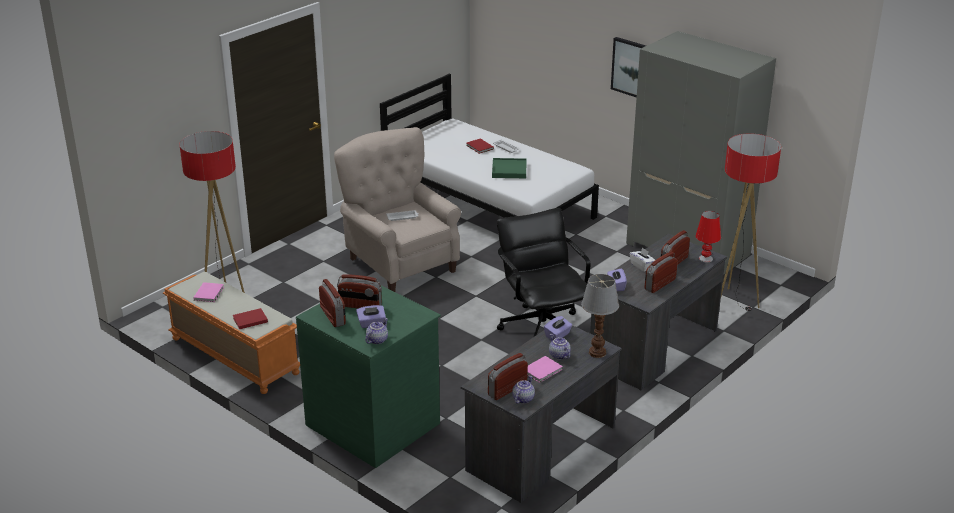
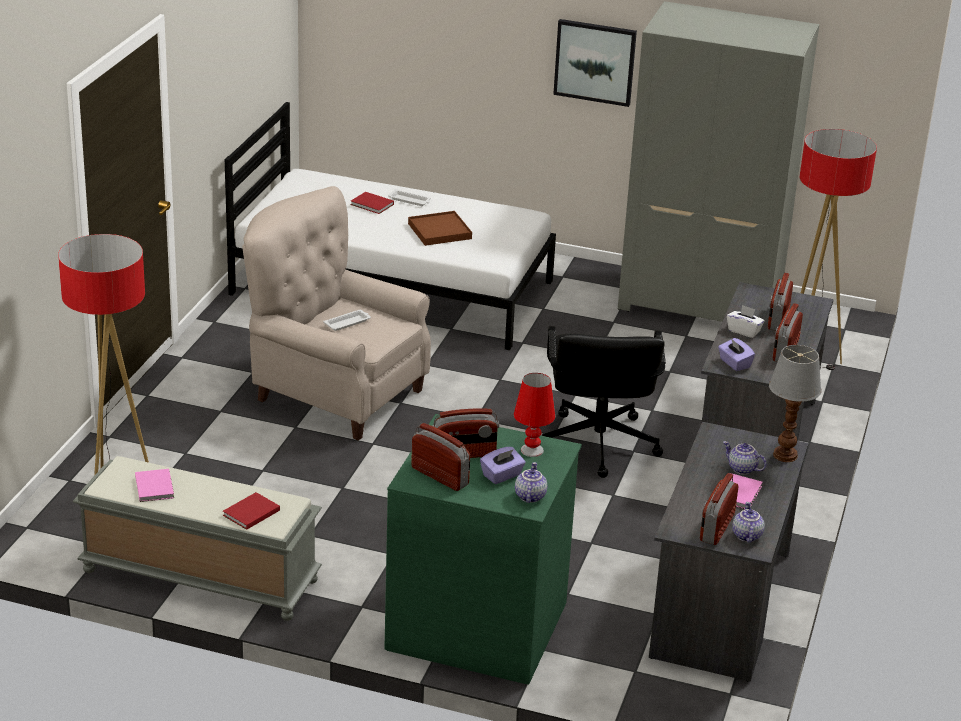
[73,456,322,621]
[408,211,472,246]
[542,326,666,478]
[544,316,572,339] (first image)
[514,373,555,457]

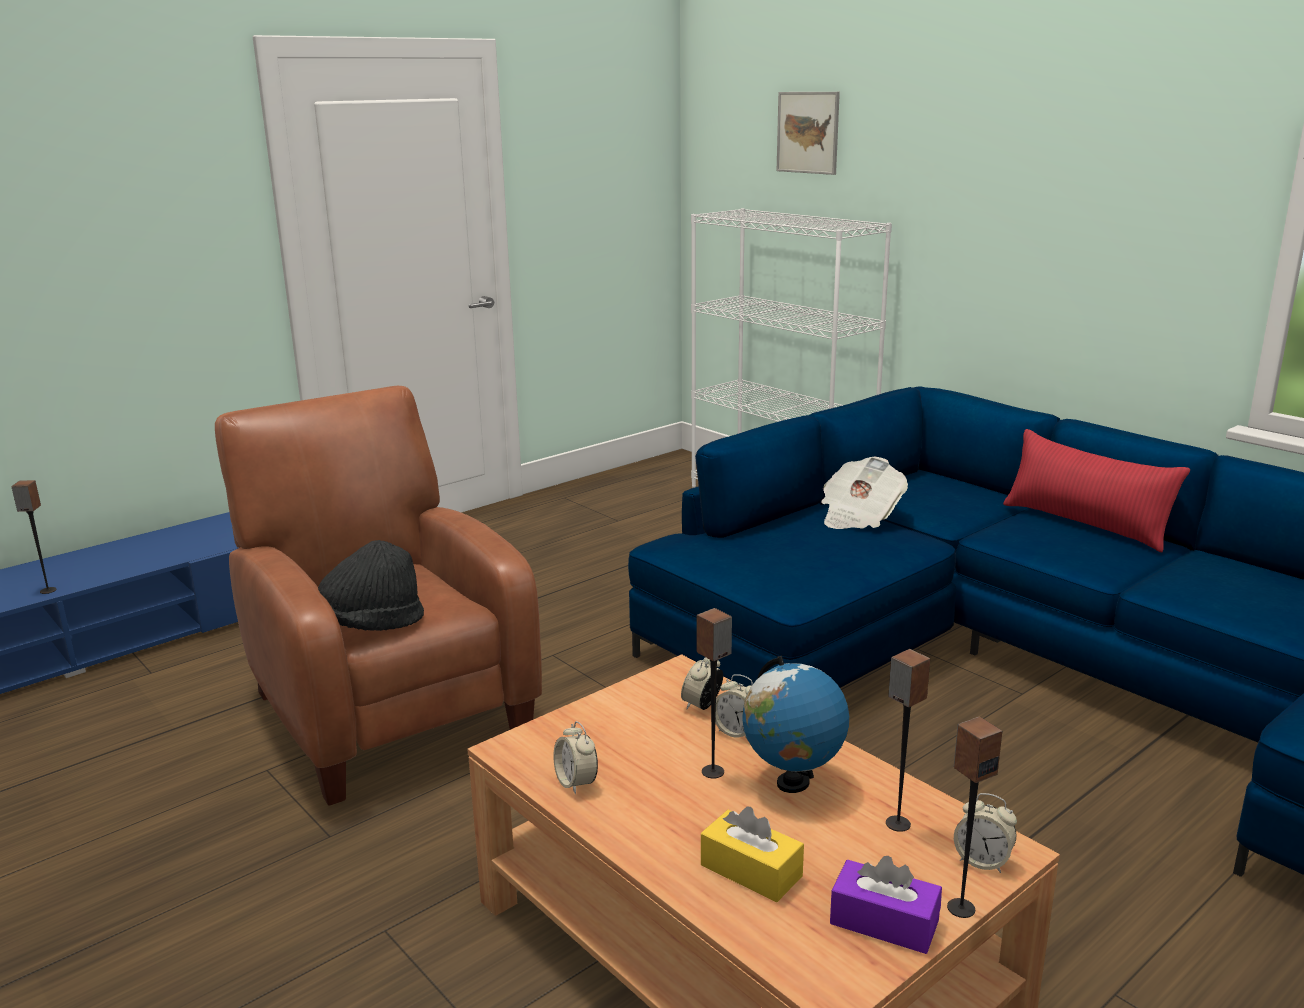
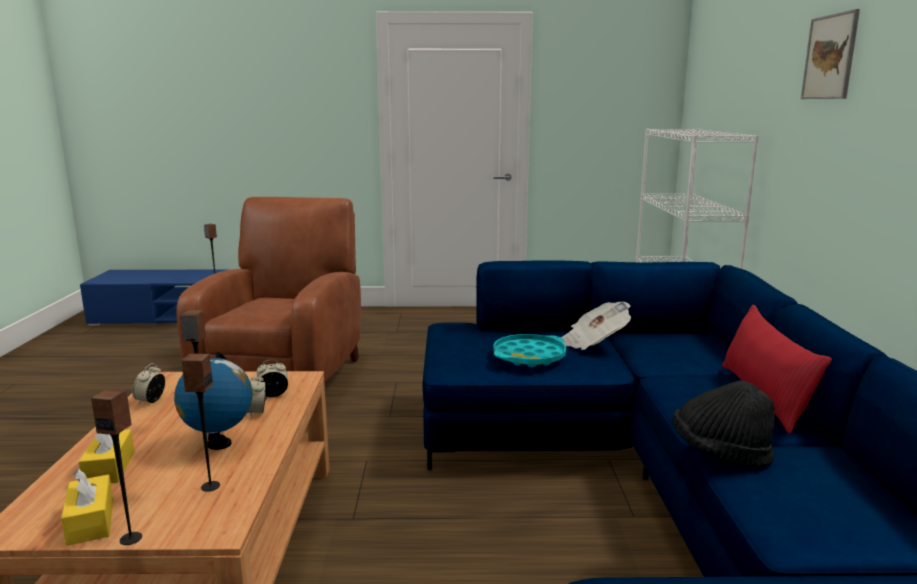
[672,381,775,467]
[801,9,860,99]
[61,469,113,546]
[954,793,1017,873] (first image)
[493,334,566,367]

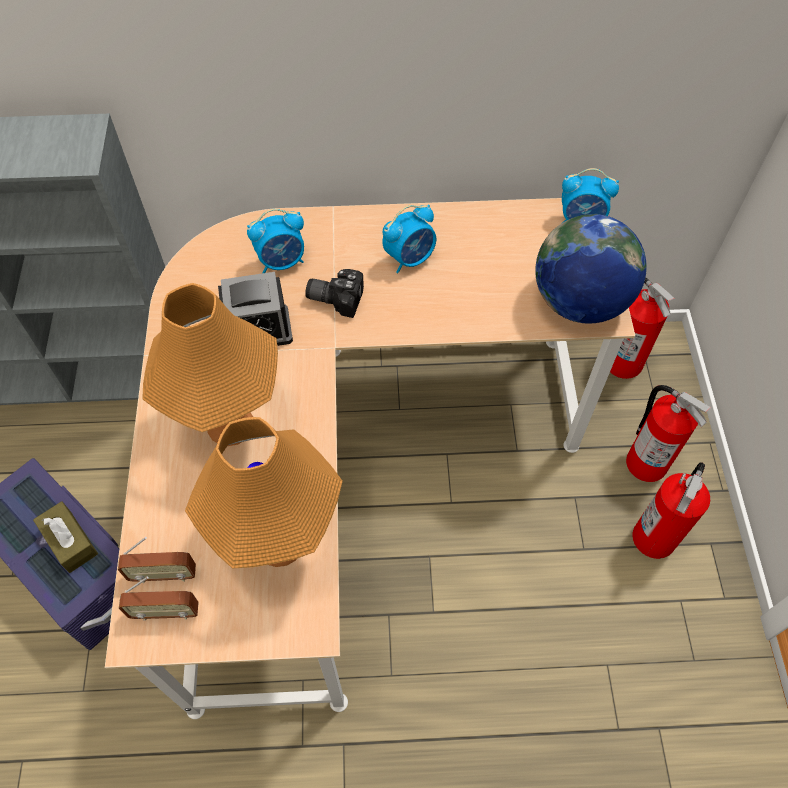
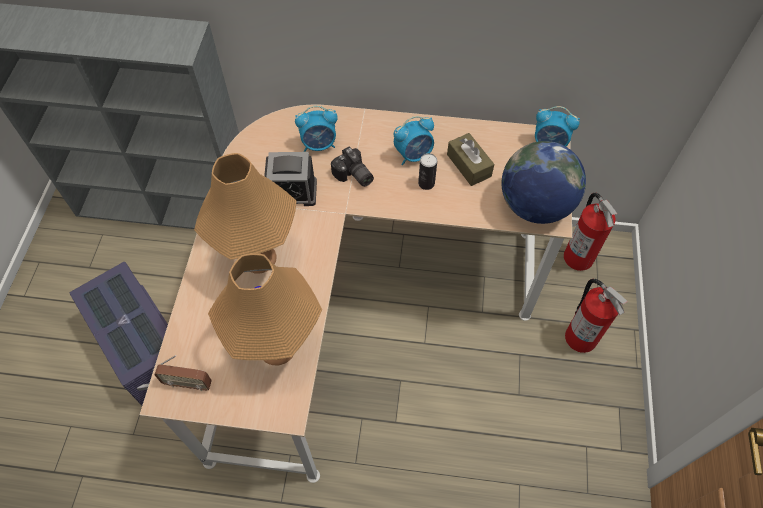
[447,133,494,186]
[118,537,196,583] (first image)
[331,146,374,187]
[633,462,710,559] (first image)
[418,153,437,190]

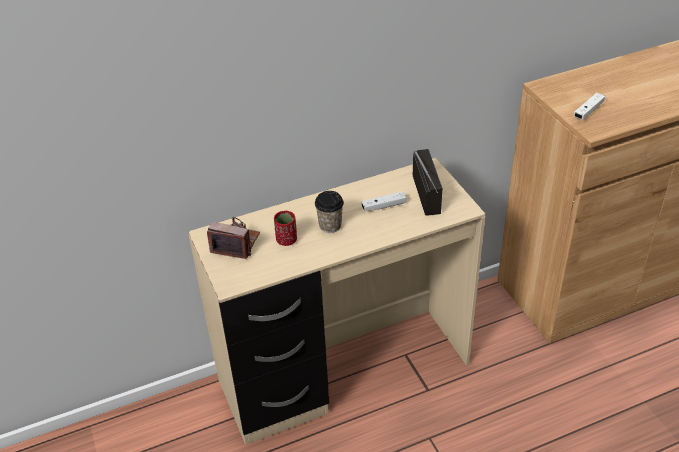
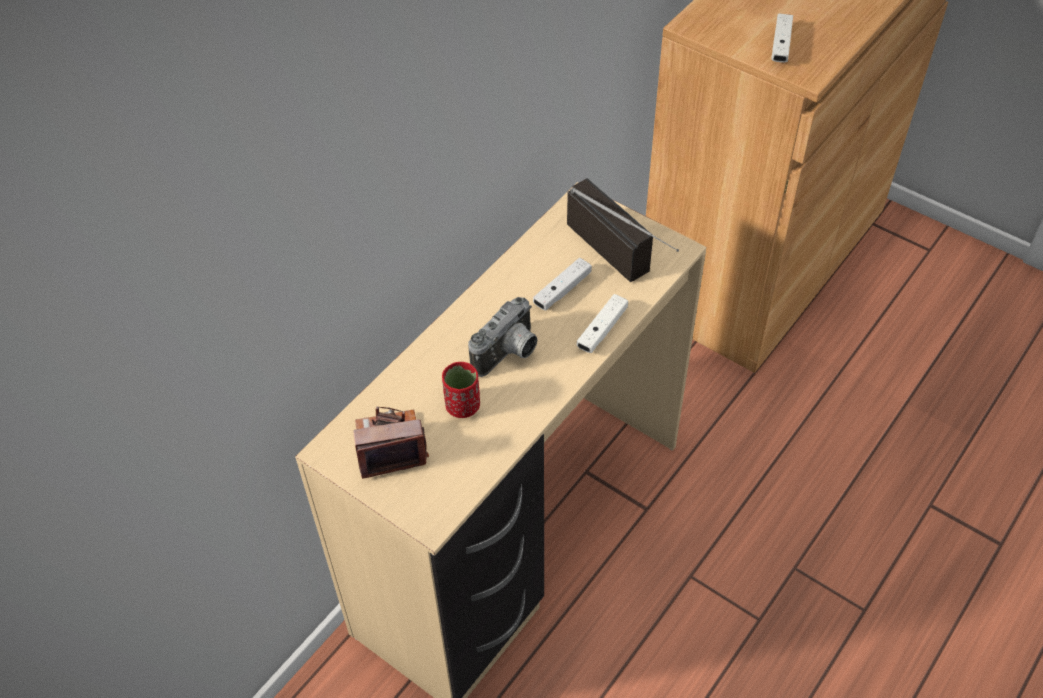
[468,297,538,377]
[576,294,628,353]

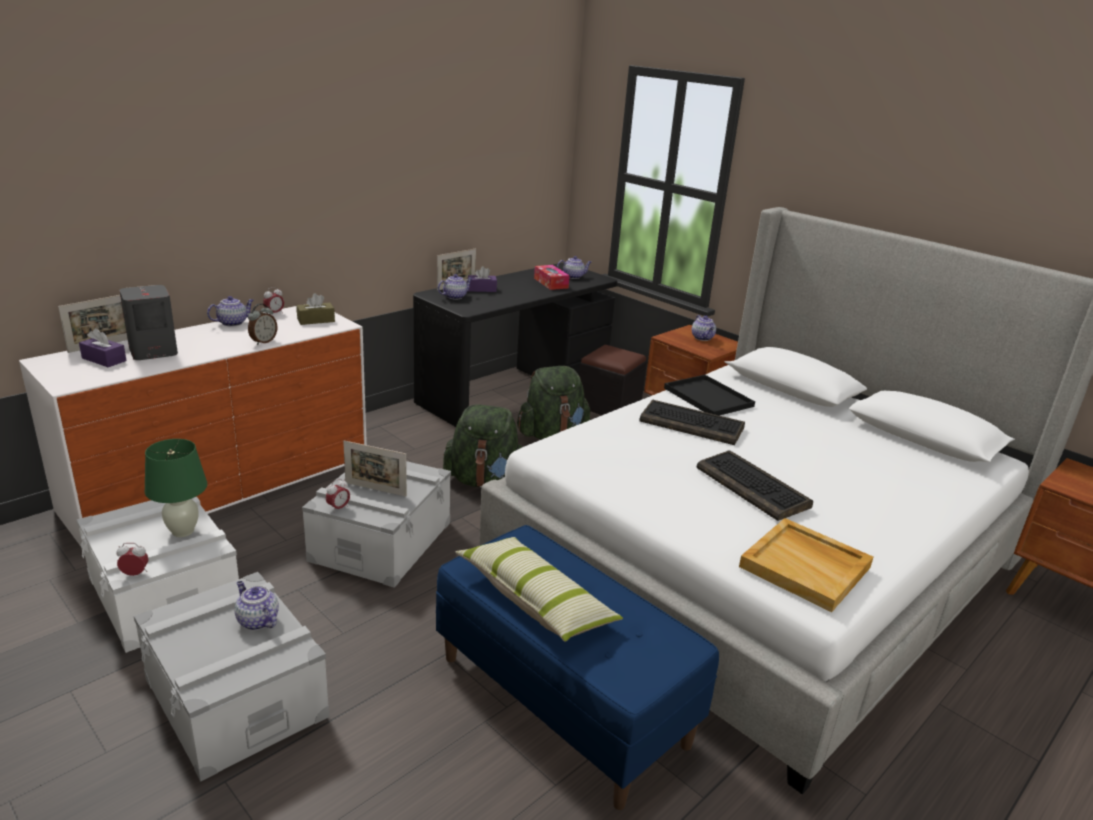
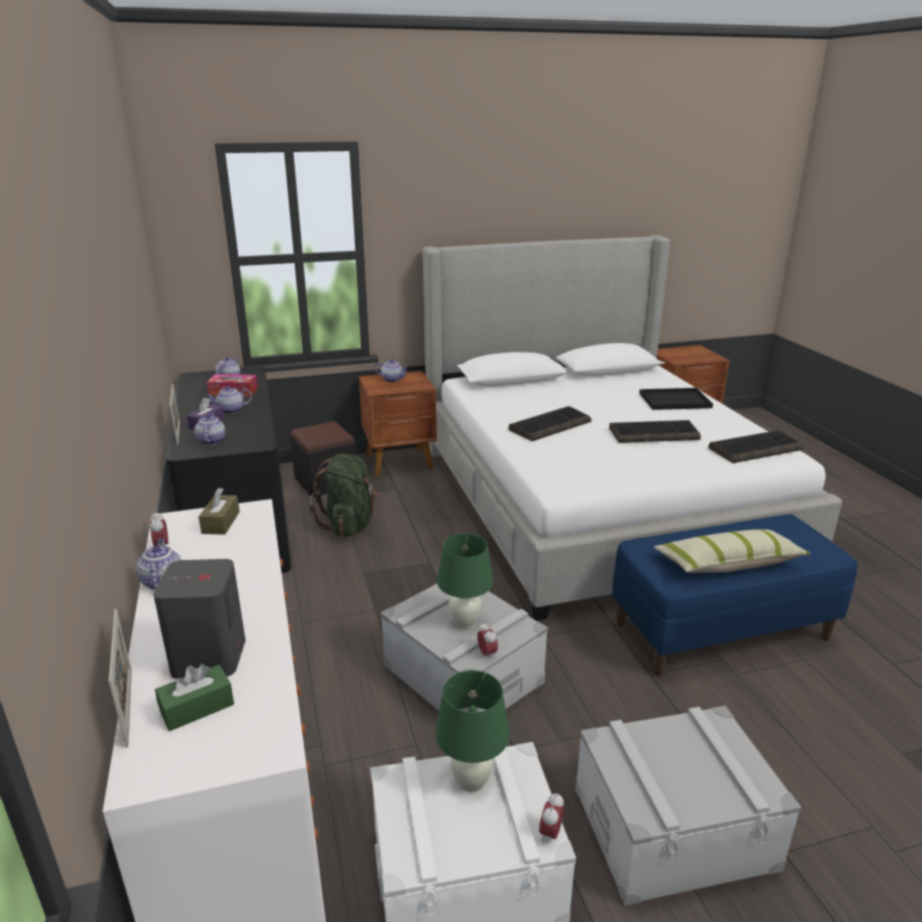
[155,664,234,731]
[206,386,252,414]
[248,304,277,345] (first image)
[437,533,493,629]
[443,404,523,488] (first image)
[639,388,713,410]
[708,430,804,463]

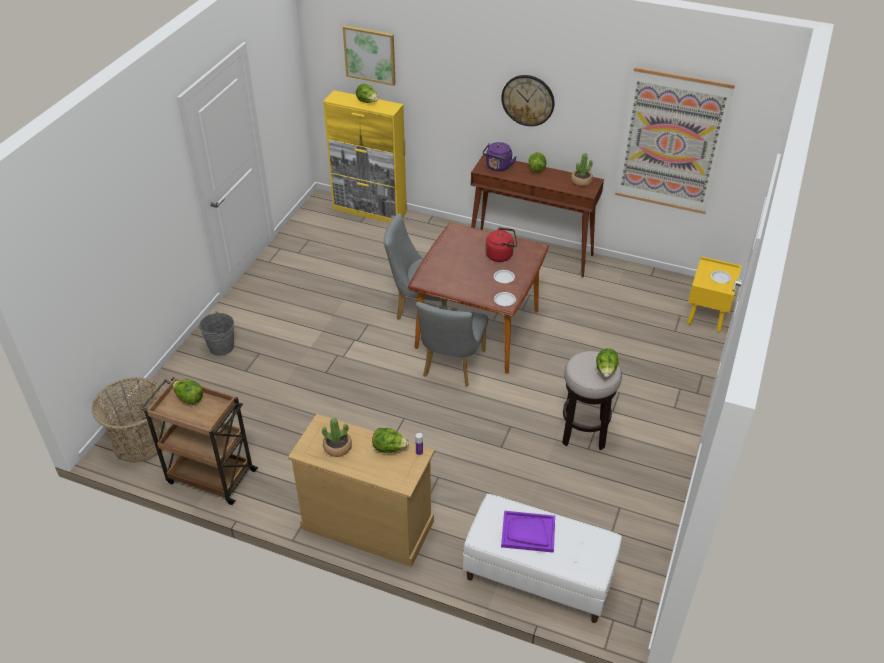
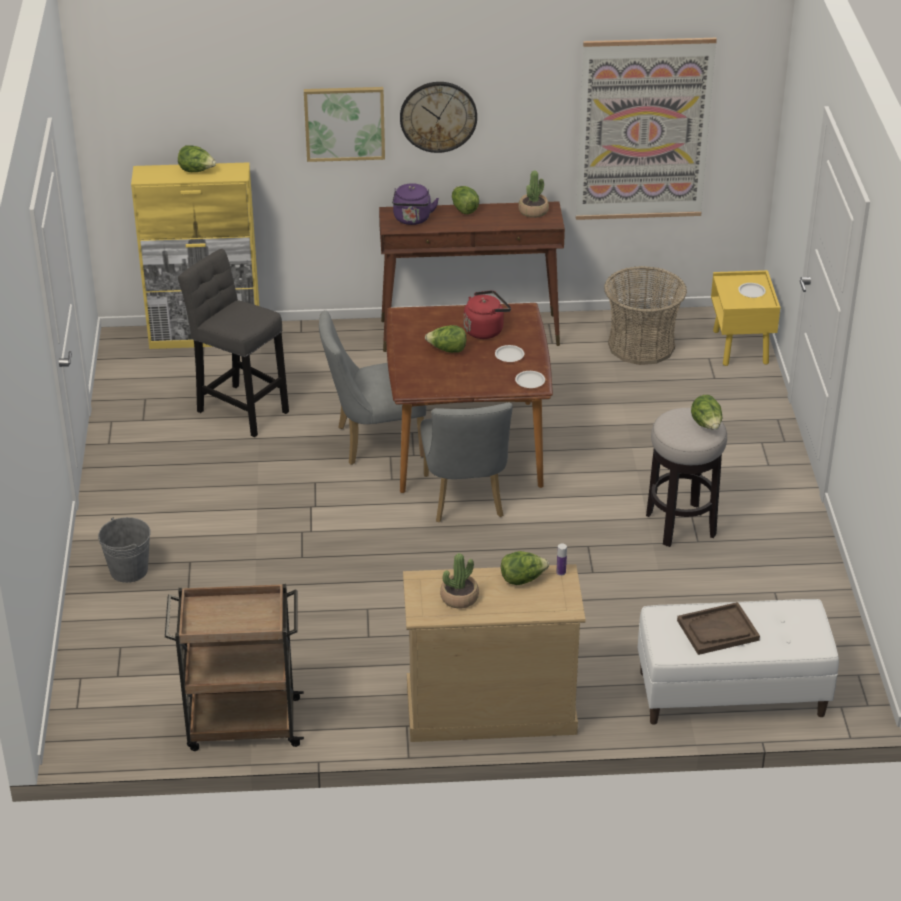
[604,266,687,365]
[425,325,466,353]
[304,87,385,162]
[677,602,760,655]
[178,249,289,437]

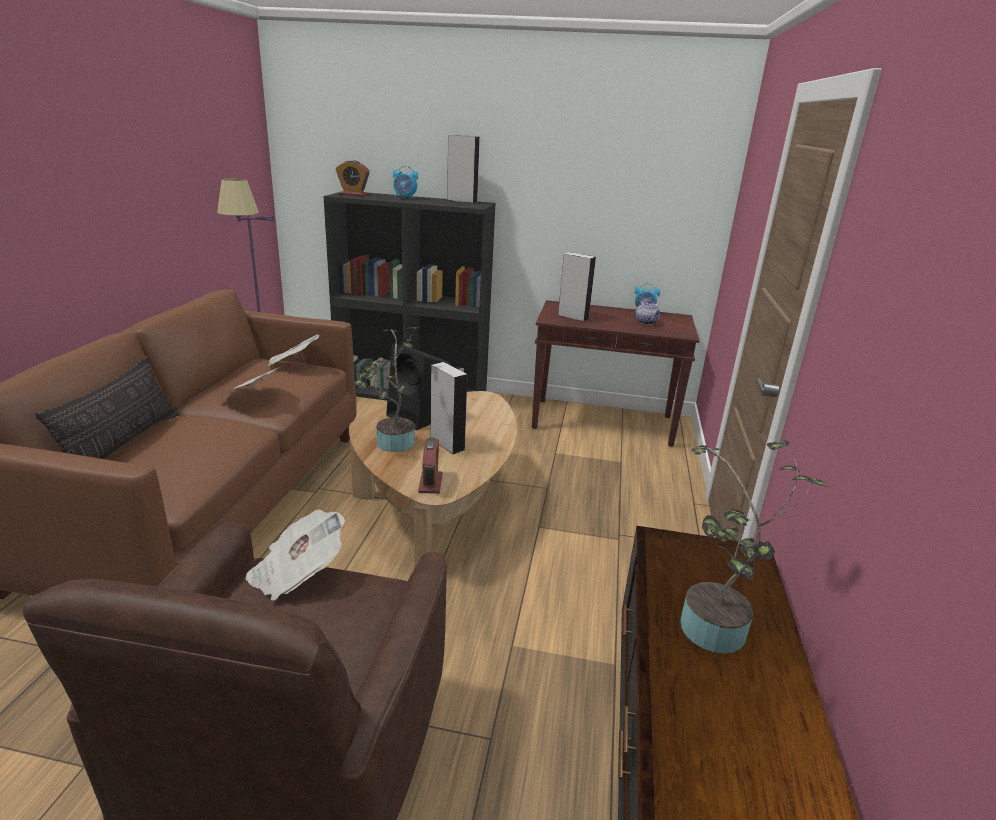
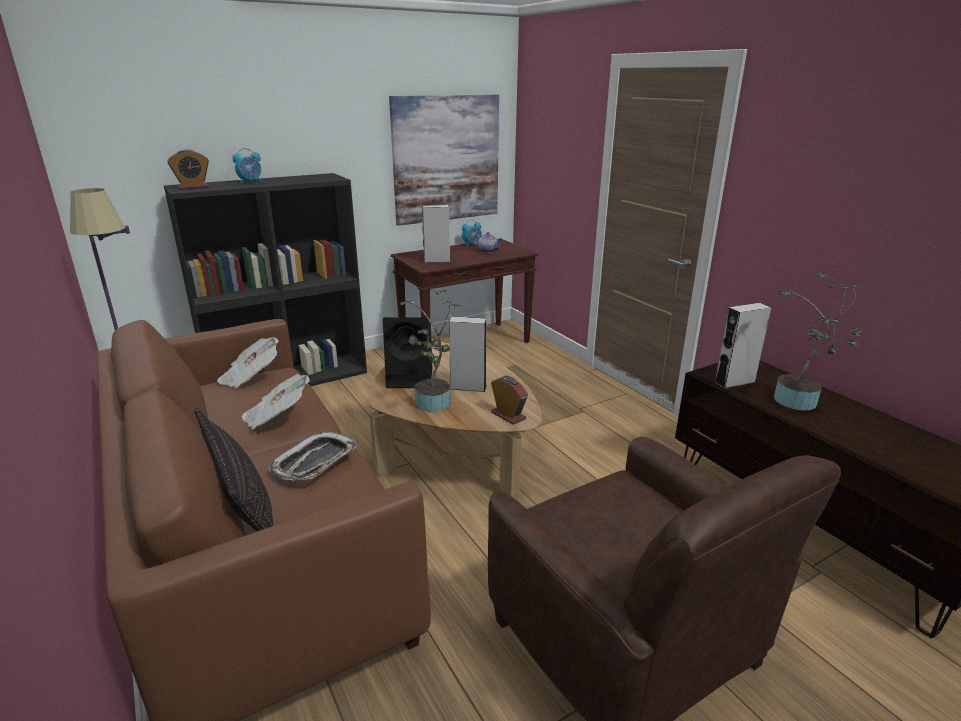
[246,509,345,601] (first image)
[715,303,771,389]
[269,432,357,481]
[389,95,499,226]

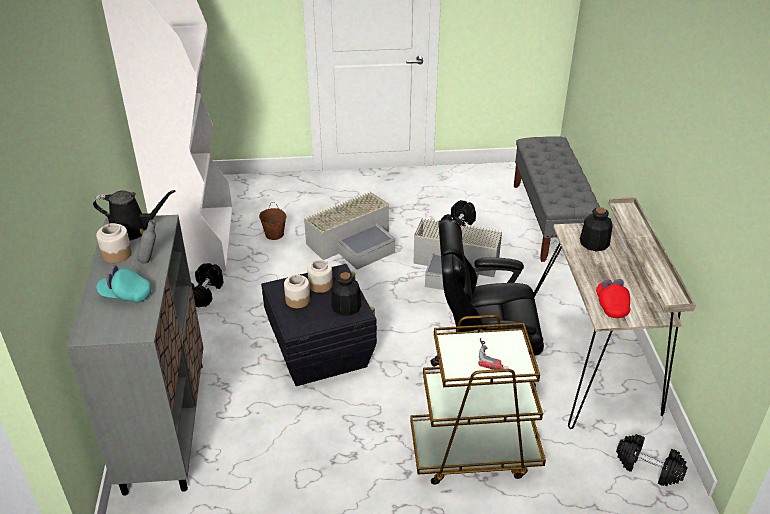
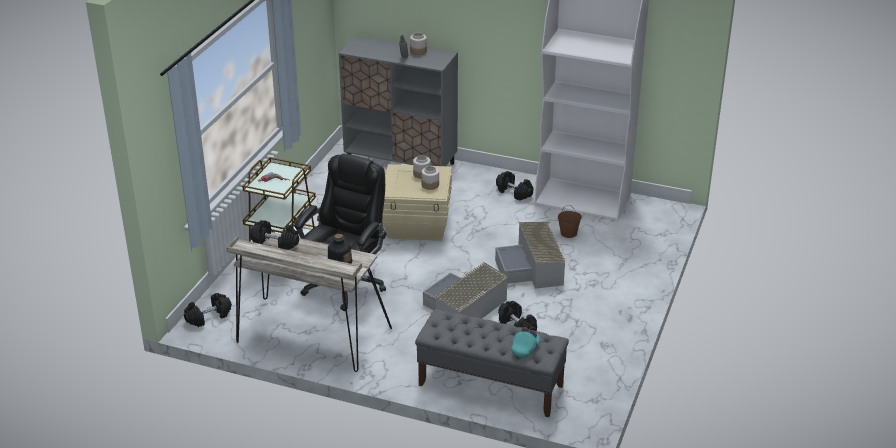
[93,190,175,241] (first image)
[511,327,540,358]
[382,164,452,241]
[331,272,361,316] (first image)
[250,220,299,250]

